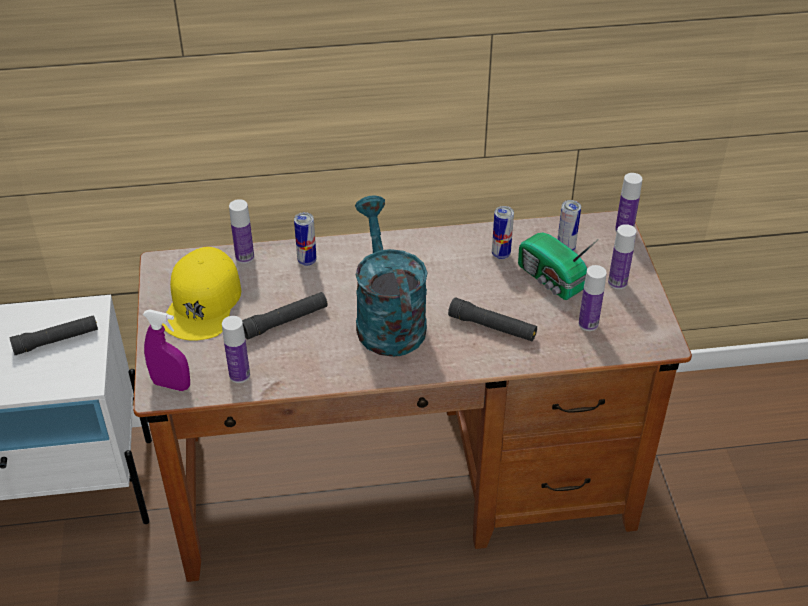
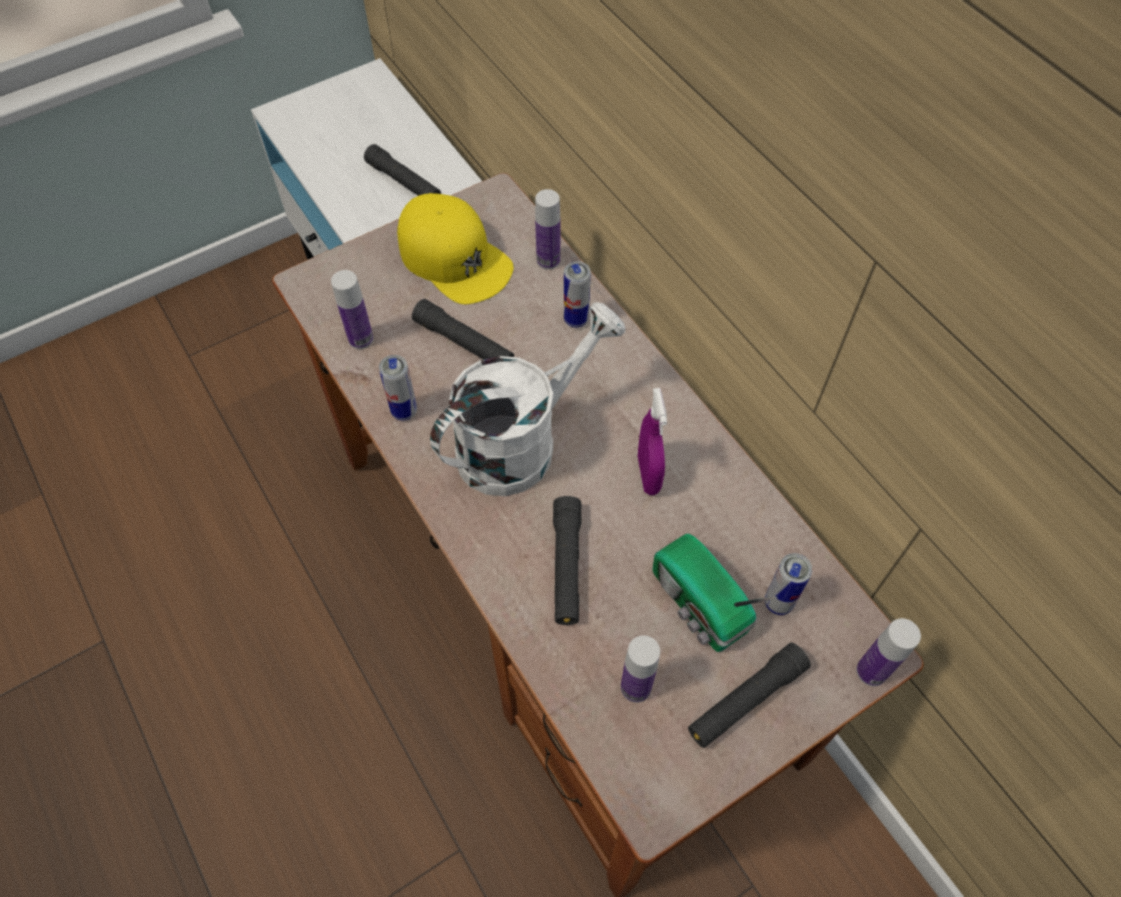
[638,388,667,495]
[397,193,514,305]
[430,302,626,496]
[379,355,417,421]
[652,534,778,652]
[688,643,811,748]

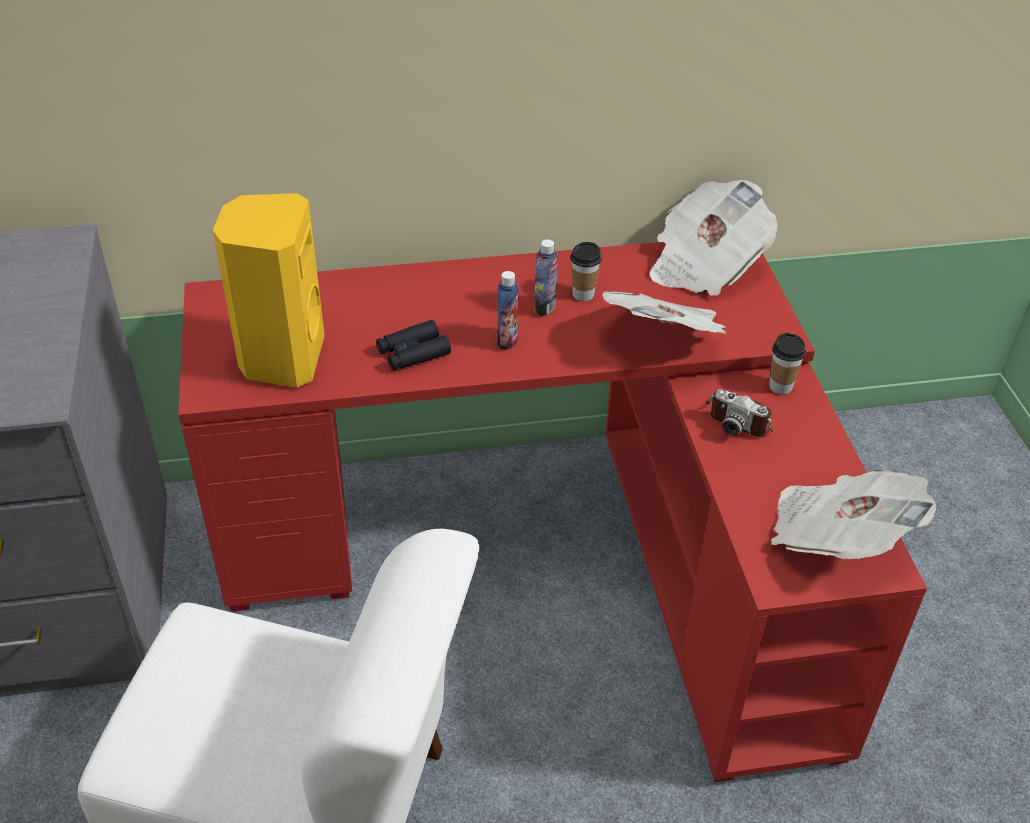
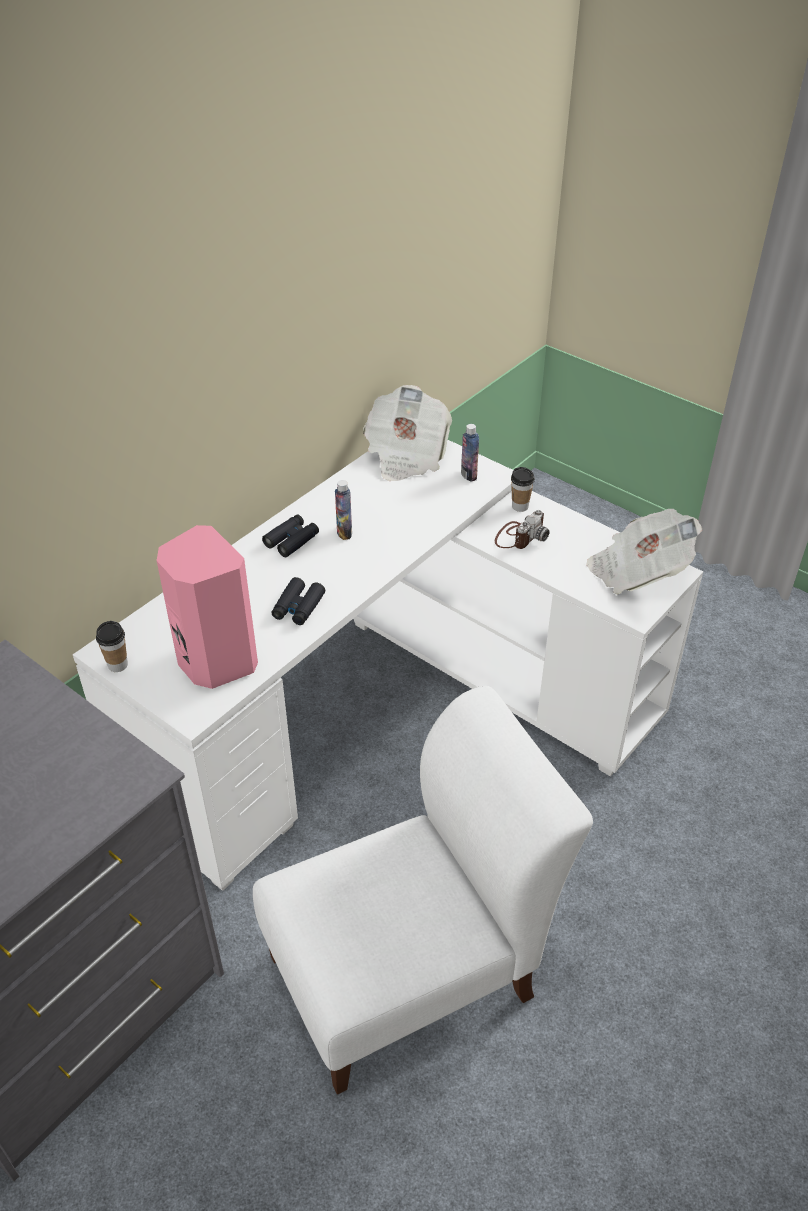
[73,440,703,891]
[157,525,258,689]
[461,424,479,482]
[96,621,128,672]
[602,292,726,334] (first image)
[495,510,550,549]
[262,514,319,557]

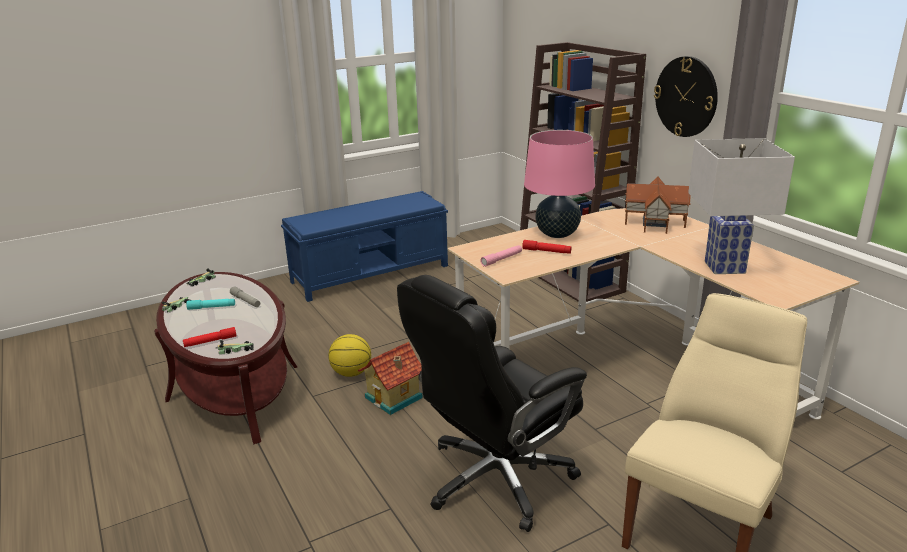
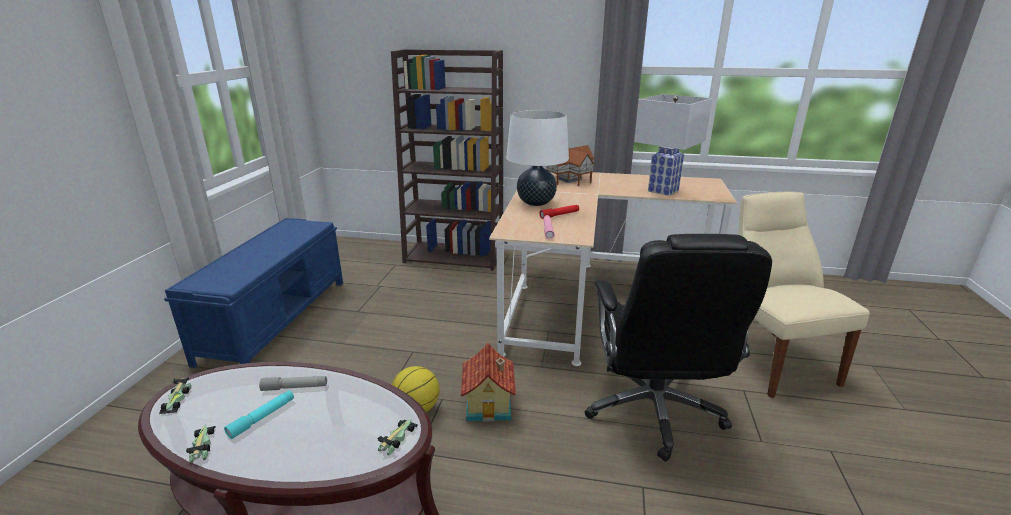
[183,327,236,347] (first image)
[506,110,569,206]
[654,56,718,137] (first image)

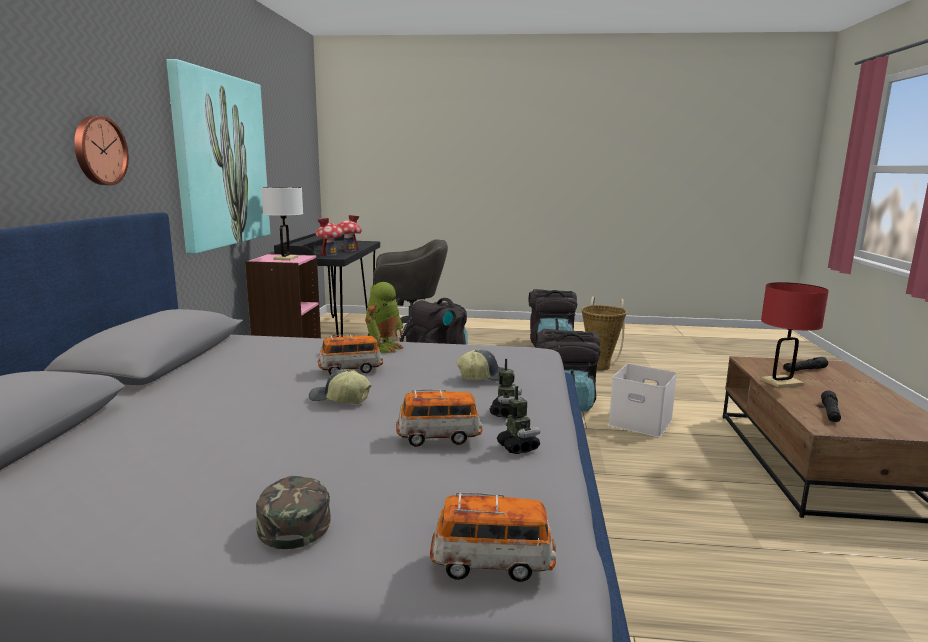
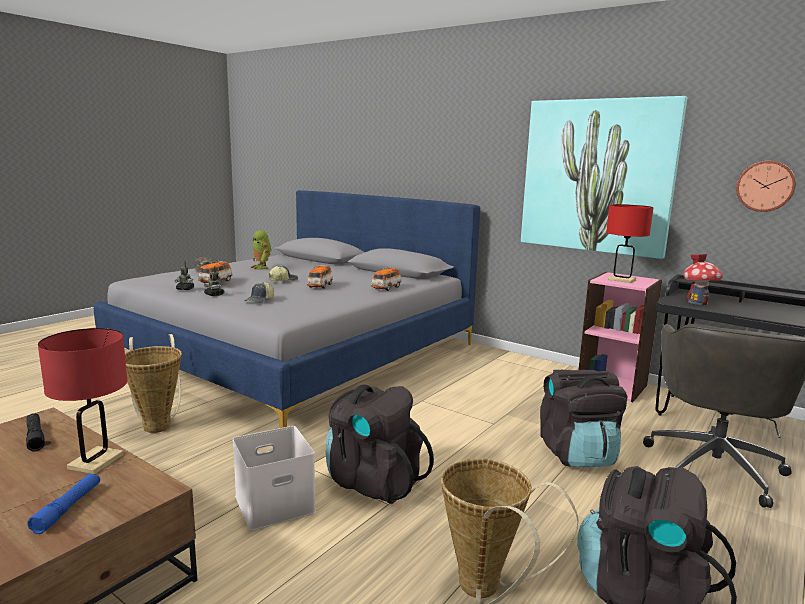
[736,161,796,212]
[606,204,654,283]
[338,215,362,252] (first image)
[251,230,271,270]
[371,267,401,291]
[27,474,100,534]
[125,334,182,433]

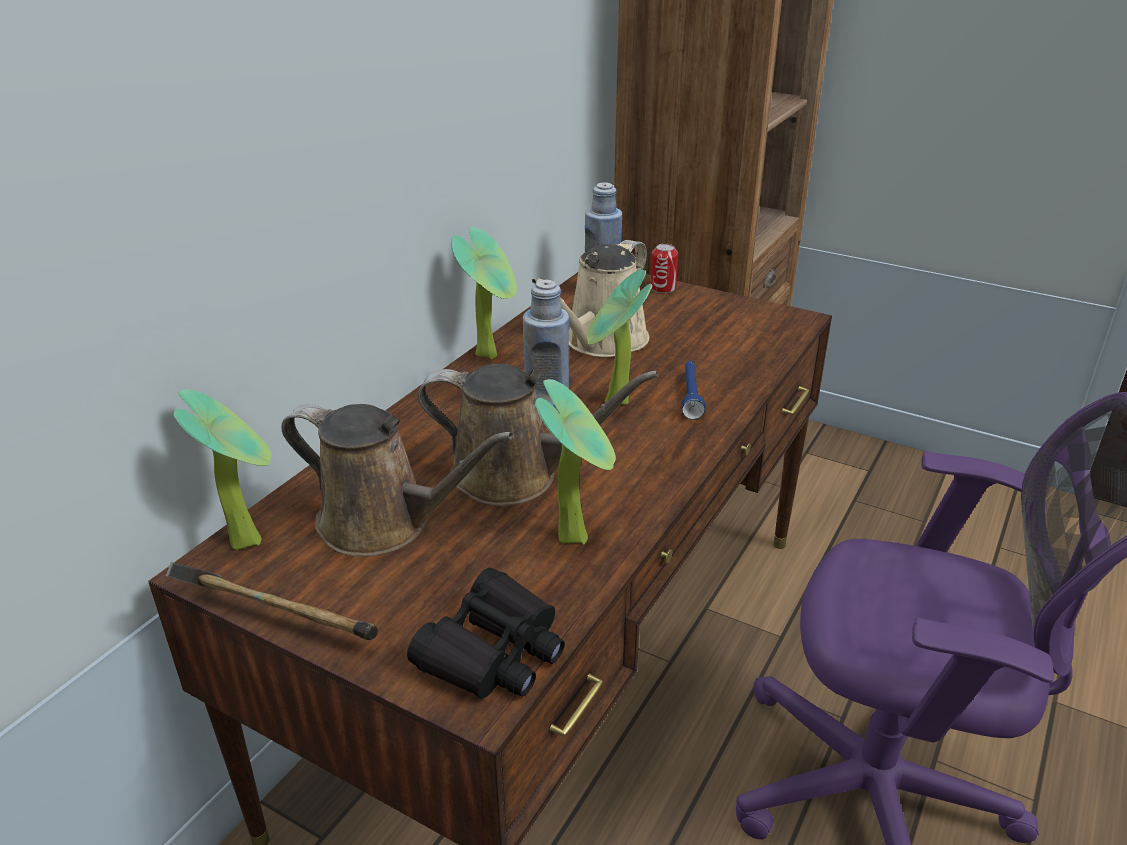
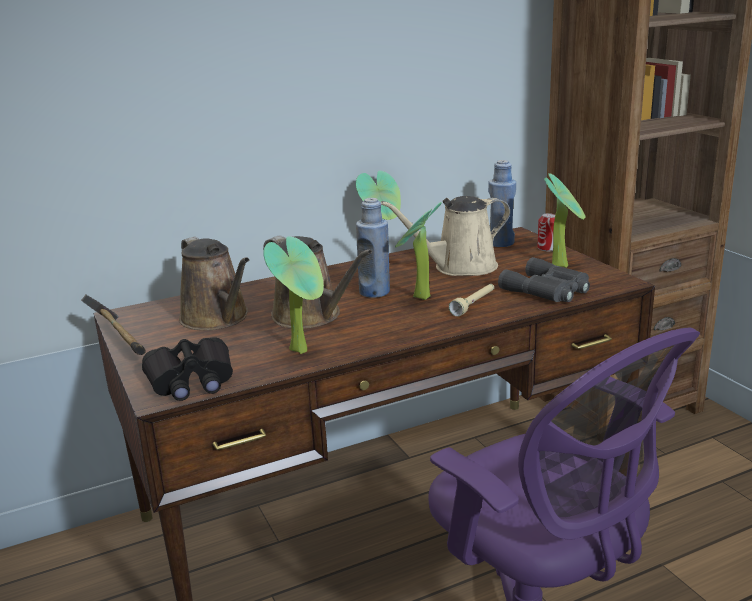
[544,173,585,268]
[449,284,494,317]
[498,257,590,302]

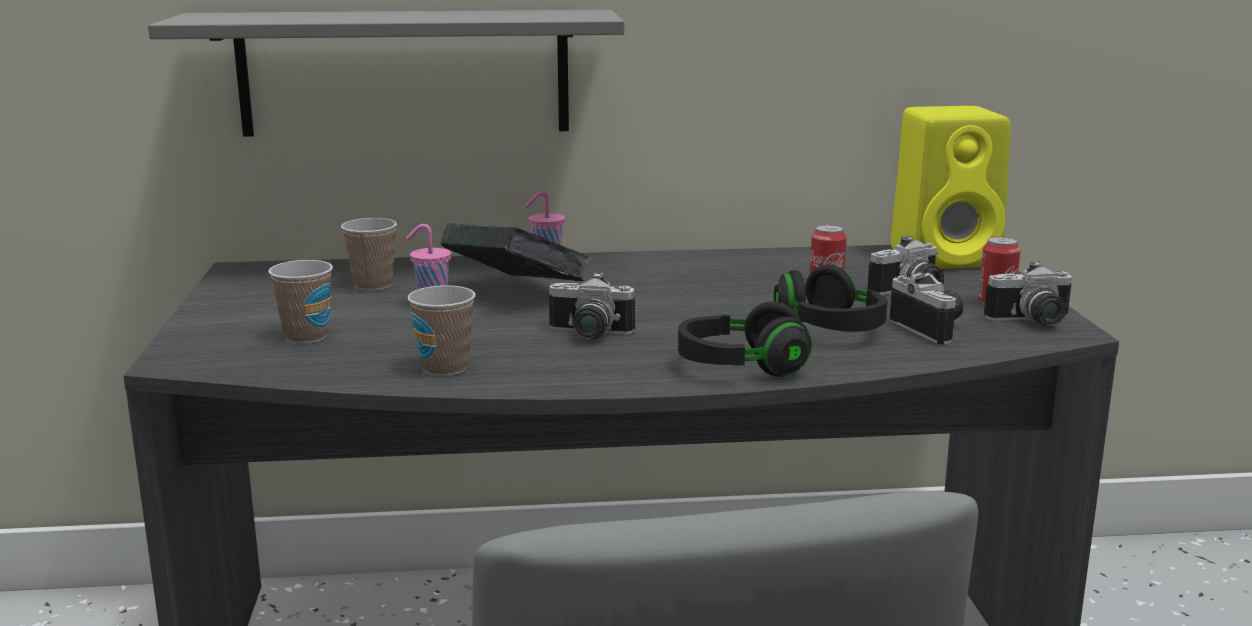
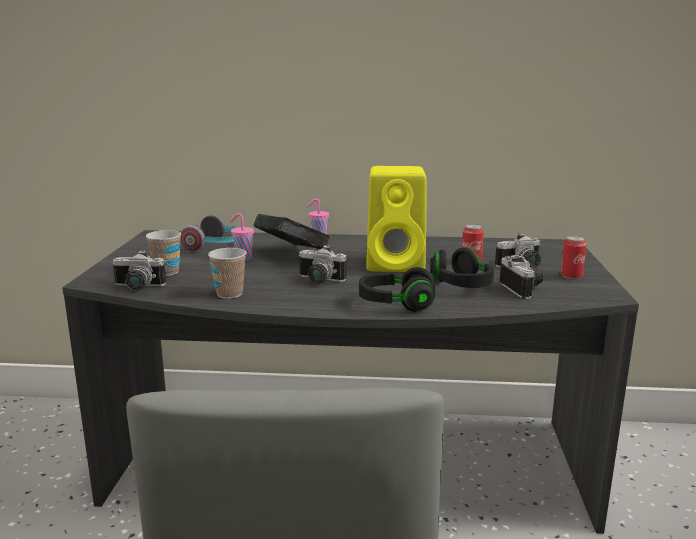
[148,10,624,137] (first image)
[180,215,238,251]
[366,166,427,272]
[113,250,166,290]

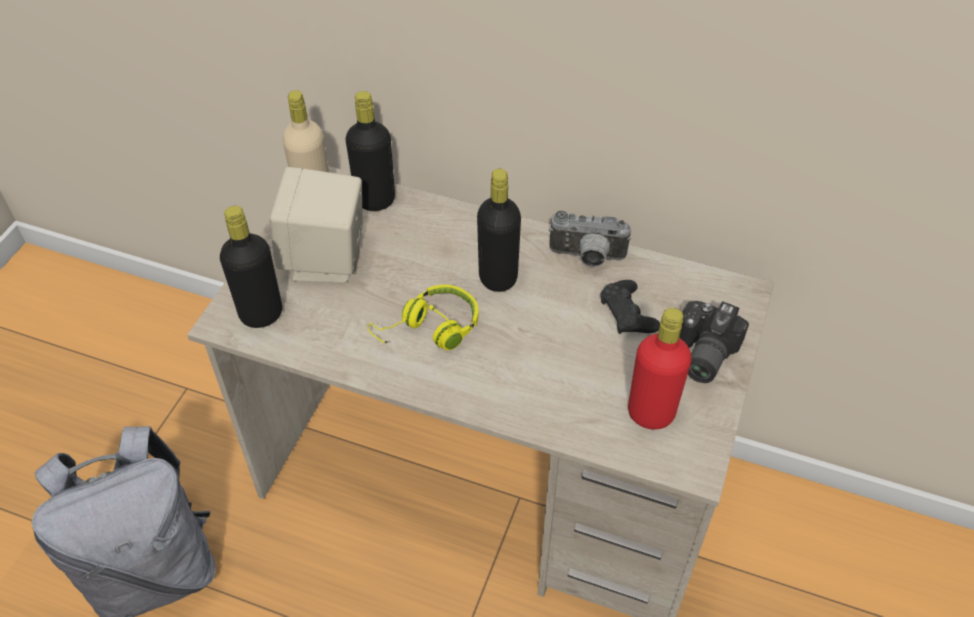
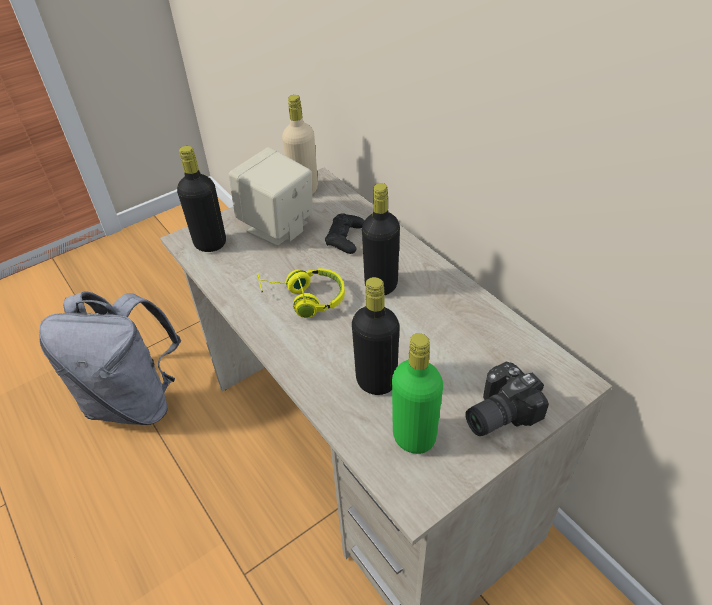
[352,277,400,395]
[549,211,631,267] (first image)
[325,213,365,254]
[392,333,443,454]

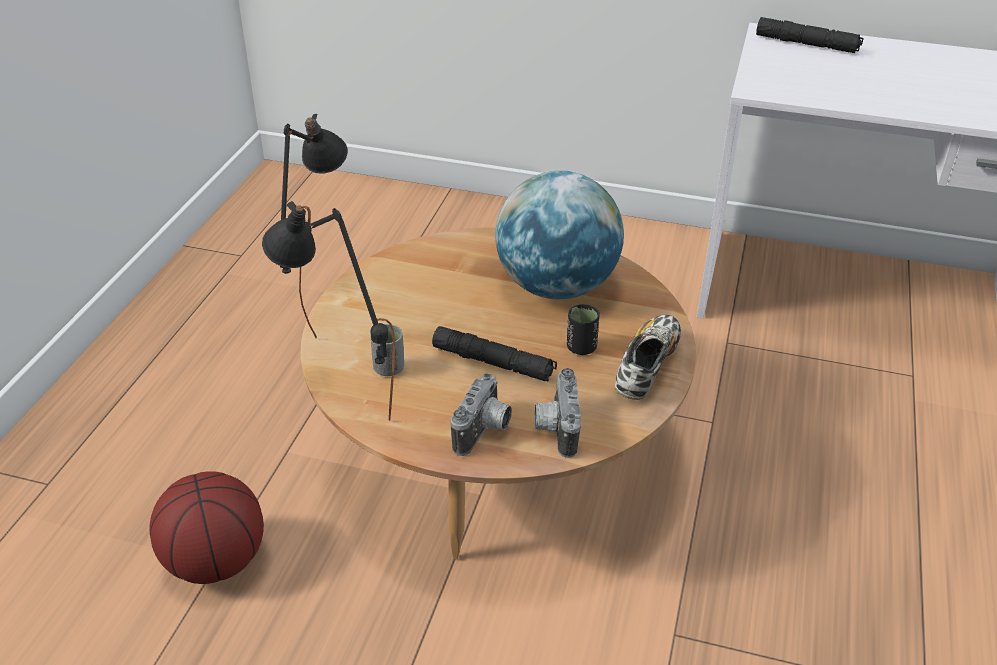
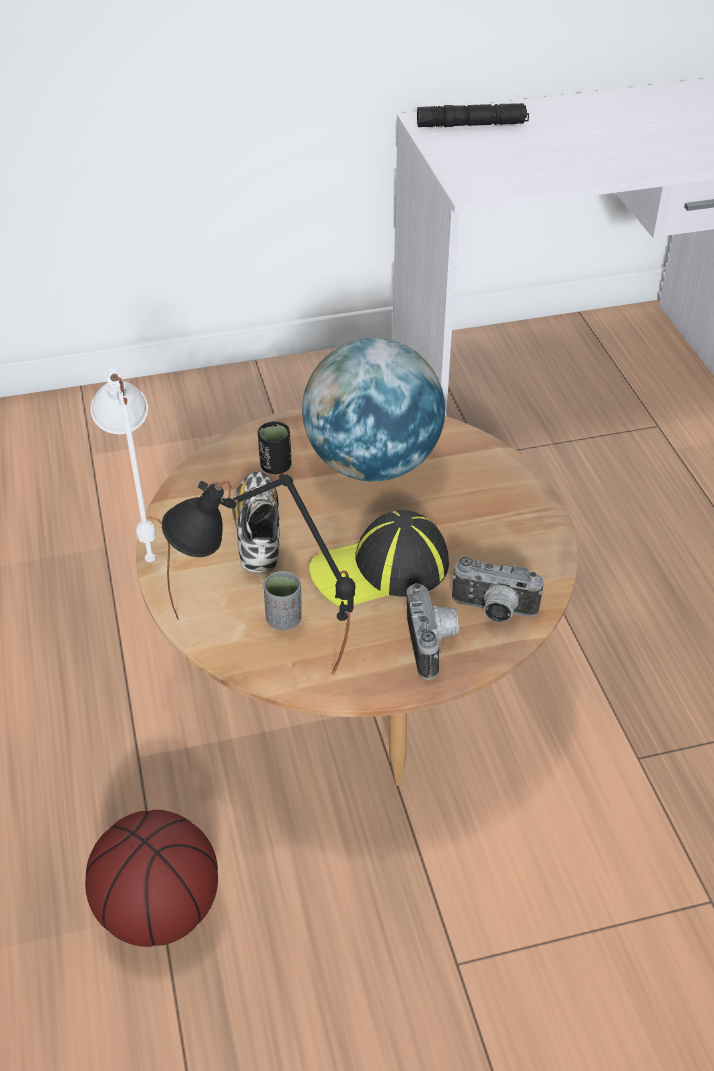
[90,367,179,619]
[309,510,449,607]
[452,557,544,622]
[258,422,292,474]
[232,472,280,574]

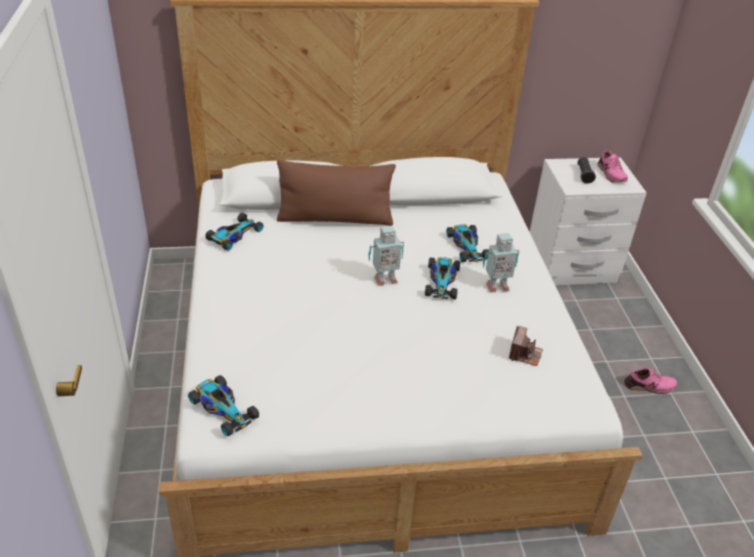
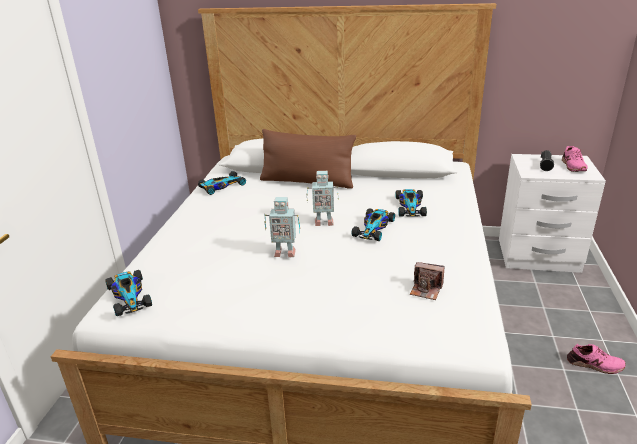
[265,197,300,258]
[410,262,444,300]

